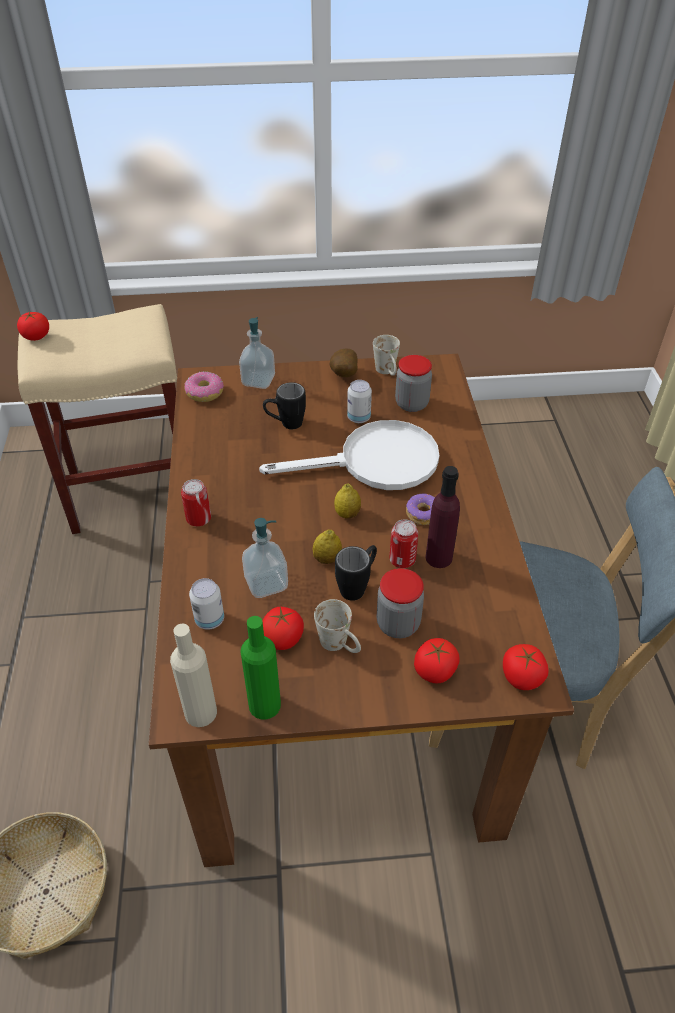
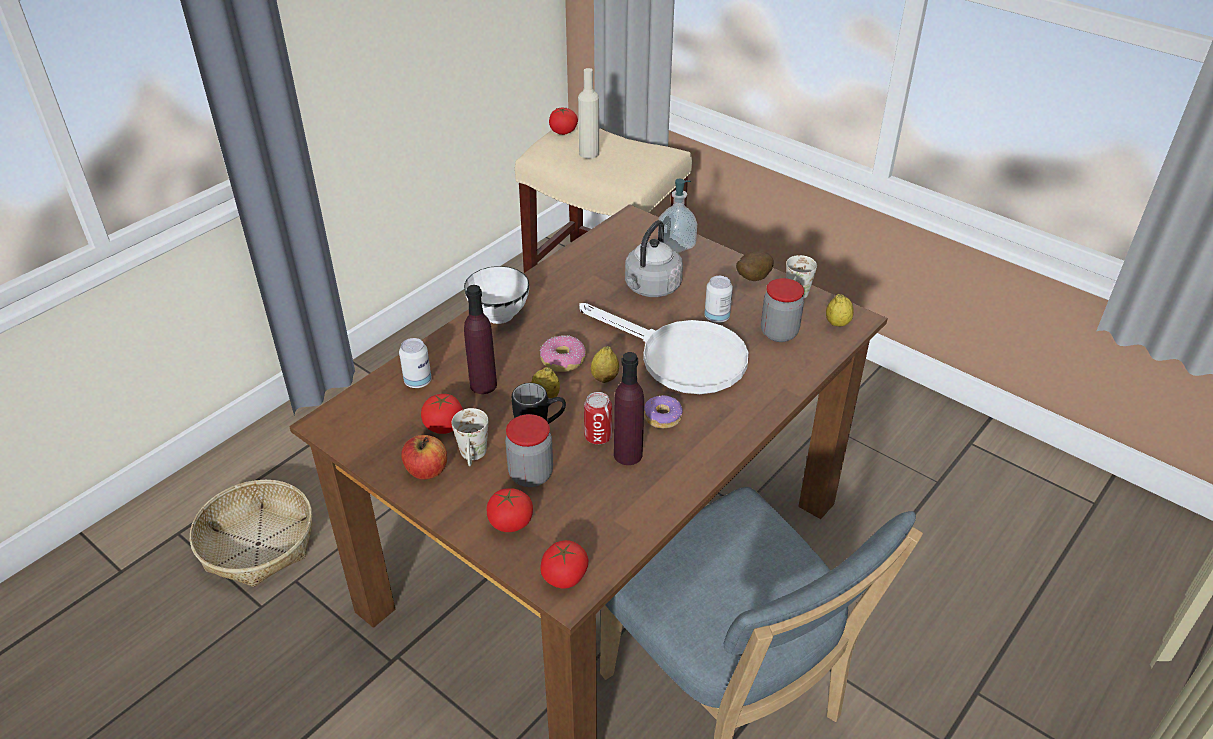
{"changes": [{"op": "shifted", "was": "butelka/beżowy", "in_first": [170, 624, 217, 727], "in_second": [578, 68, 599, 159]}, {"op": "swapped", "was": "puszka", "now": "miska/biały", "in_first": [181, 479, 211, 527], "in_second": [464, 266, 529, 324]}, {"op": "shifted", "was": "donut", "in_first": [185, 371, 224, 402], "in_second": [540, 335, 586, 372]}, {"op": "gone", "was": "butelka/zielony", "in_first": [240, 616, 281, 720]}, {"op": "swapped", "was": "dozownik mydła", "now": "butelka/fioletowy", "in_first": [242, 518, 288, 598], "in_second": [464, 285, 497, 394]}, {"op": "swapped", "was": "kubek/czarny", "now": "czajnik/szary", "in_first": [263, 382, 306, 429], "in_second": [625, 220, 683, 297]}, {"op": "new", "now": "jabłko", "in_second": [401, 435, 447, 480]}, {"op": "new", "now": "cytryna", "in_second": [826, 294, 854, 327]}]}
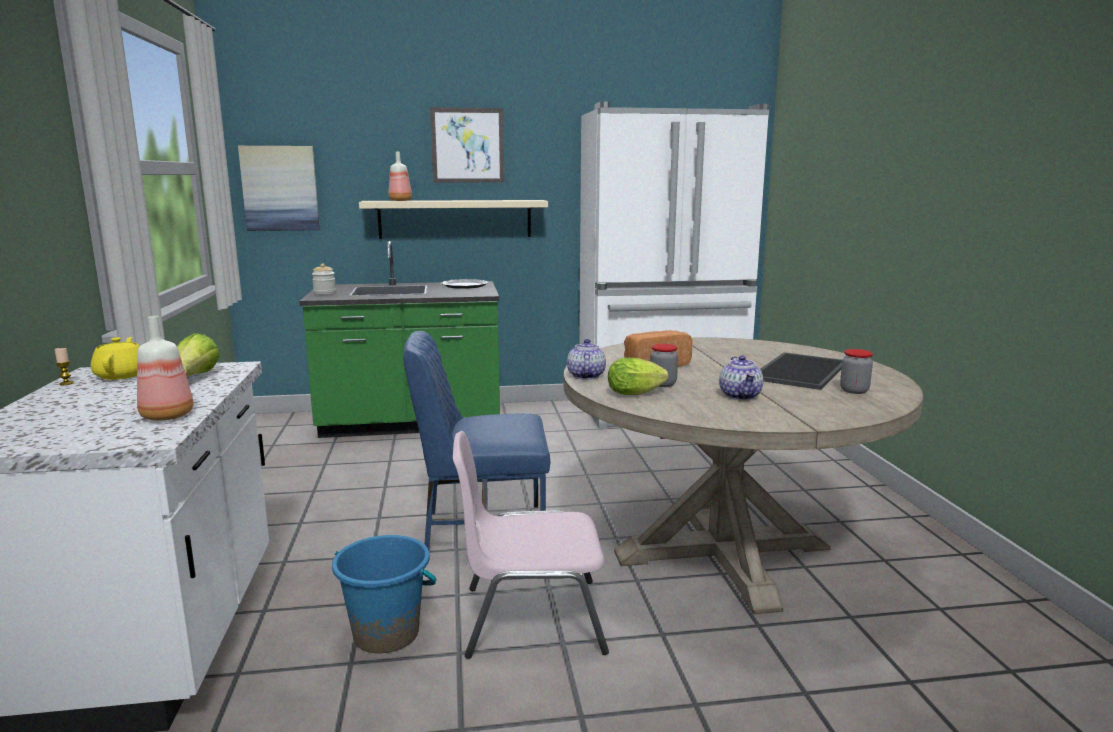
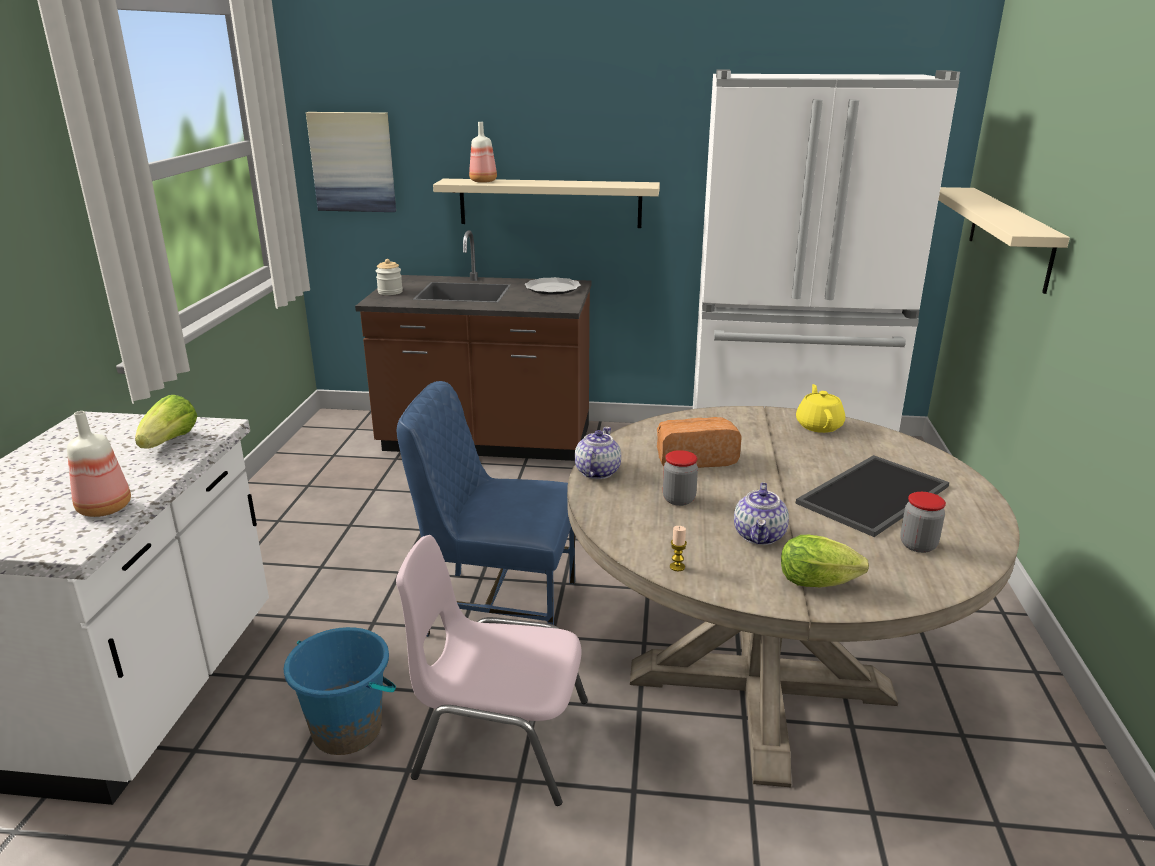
{"changes": [{"op": "shifted", "was": "świeca", "in_first": [54, 348, 74, 385], "in_second": [670, 526, 687, 571]}, {"op": "shifted", "was": "imbryk/żółty", "in_first": [91, 337, 140, 380], "in_second": [796, 384, 845, 433]}, {"op": "repainted", "was": "zabudowa kuchenna/zielony", "now": "zabudowa kuchenna/brązowy", "in_first": [299, 241, 500, 438], "in_second": [355, 230, 592, 461]}, {"op": "gone", "was": "obraz", "in_first": [430, 107, 504, 183]}, {"op": "shifted", "was": "sałata", "in_first": [608, 358, 669, 395], "in_second": [781, 535, 869, 587]}, {"op": "new", "now": "półka/beżowy", "in_second": [938, 187, 1070, 294]}]}
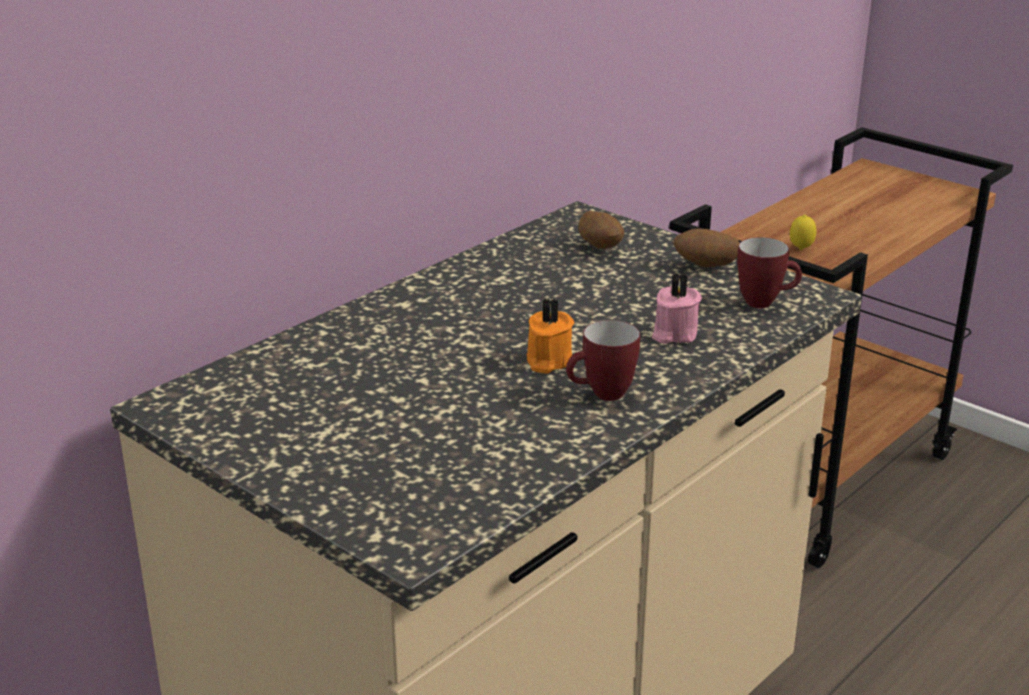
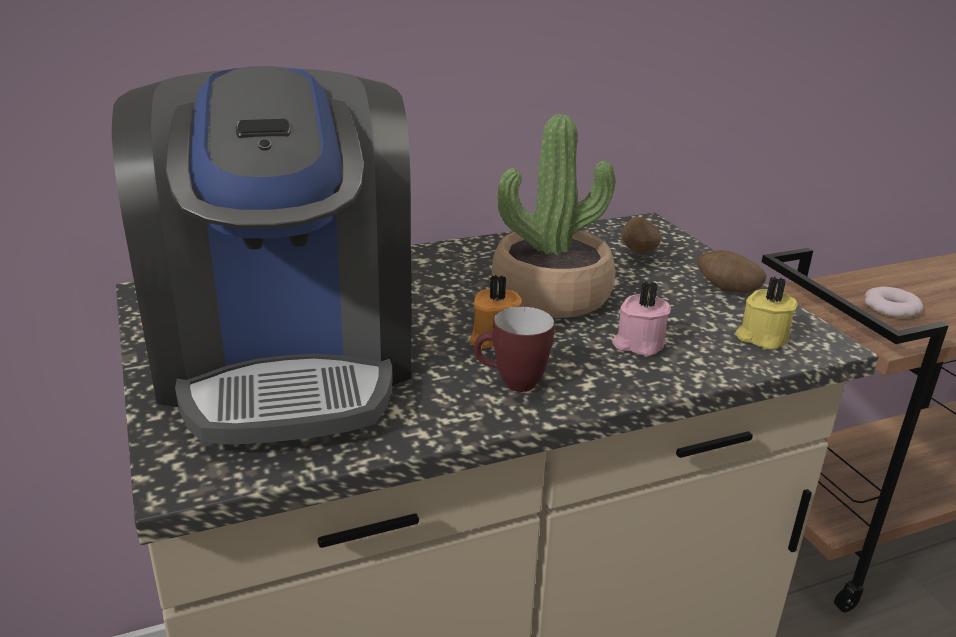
{"changes": [{"op": "swapped", "was": "kubek", "now": "świeca/żółty", "in_first": [737, 237, 802, 308], "in_second": [736, 276, 798, 350]}, {"op": "swapped", "was": "cytryna", "now": "donut", "in_first": [790, 215, 816, 250], "in_second": [865, 287, 923, 318]}, {"op": "new", "now": "ekspres do kawy", "in_second": [112, 66, 412, 445]}, {"op": "new", "now": "roślina doniczkowa", "in_second": [492, 114, 615, 318]}]}
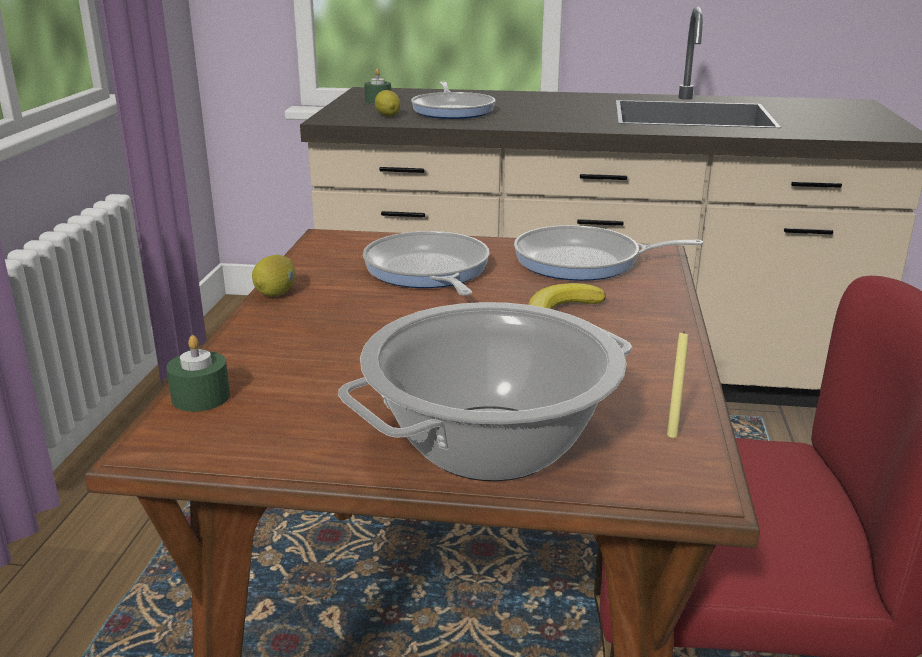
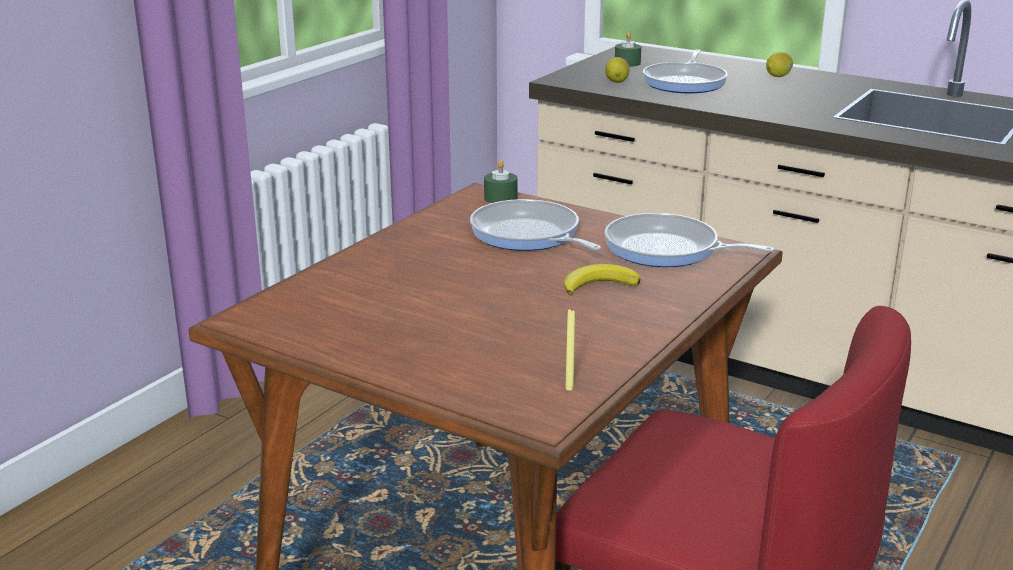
{"changes": [{"op": "shifted", "was": "świeca/zielony", "in_first": [166, 335, 230, 412], "in_second": [484, 160, 518, 203]}, {"op": "shifted", "was": "cytryna", "in_first": [252, 255, 296, 297], "in_second": [766, 52, 793, 77]}, {"op": "gone", "was": "garnek", "in_first": [338, 302, 632, 481]}, {"op": "rotated", "was": "patelnia", "in_first": [363, 231, 490, 296], "in_second": [470, 199, 601, 251], "clockwise": -45}]}
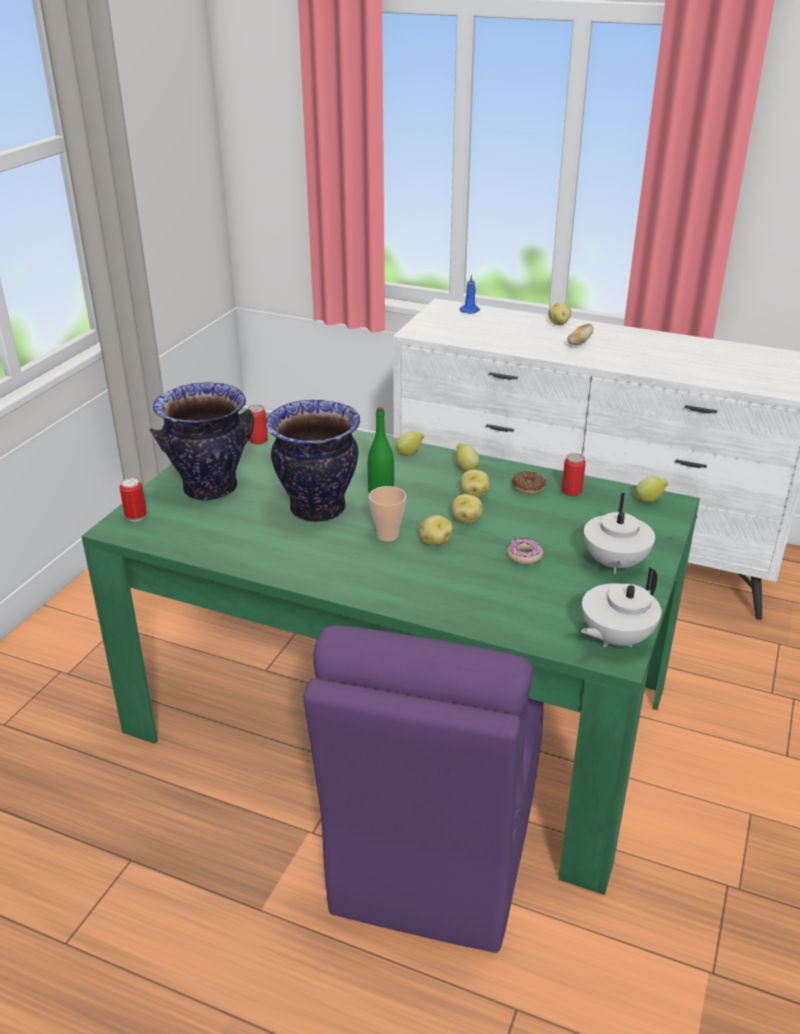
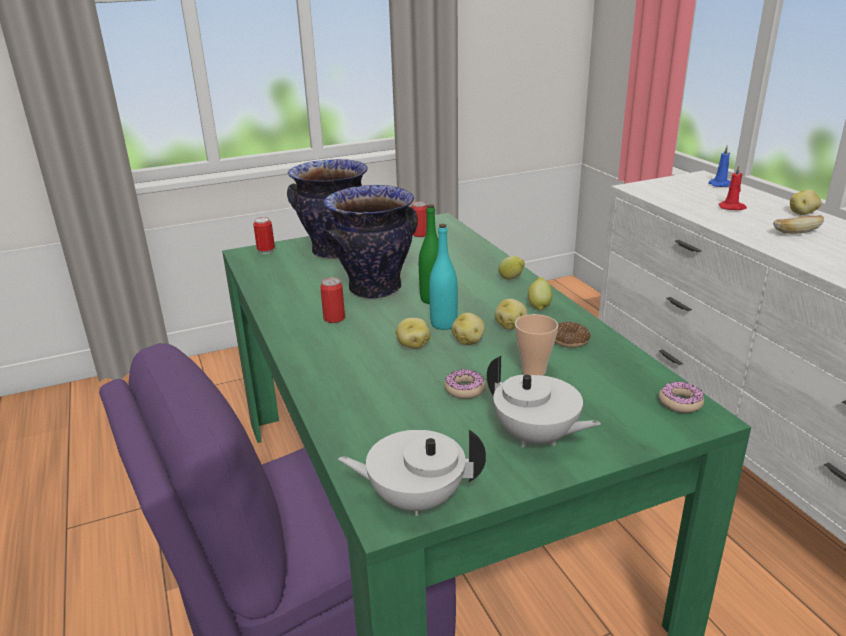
{"changes": [{"op": "shifted", "was": "filiżanka", "in_first": [369, 486, 406, 542], "in_second": [515, 314, 558, 376]}, {"op": "shifted", "was": "puszka", "in_first": [562, 453, 586, 496], "in_second": [320, 277, 345, 323]}, {"op": "rotated", "was": "imbryk/biały", "in_first": [584, 493, 655, 574], "in_second": [487, 356, 601, 447], "clockwise": -105}, {"op": "swapped", "was": "cytryna", "now": "donut", "in_first": [636, 477, 668, 503], "in_second": [659, 382, 704, 413]}, {"op": "new", "now": "butelka/turkusowy", "in_second": [429, 224, 458, 330]}, {"op": "new", "now": "świeca/czerwony", "in_second": [718, 165, 747, 210]}]}
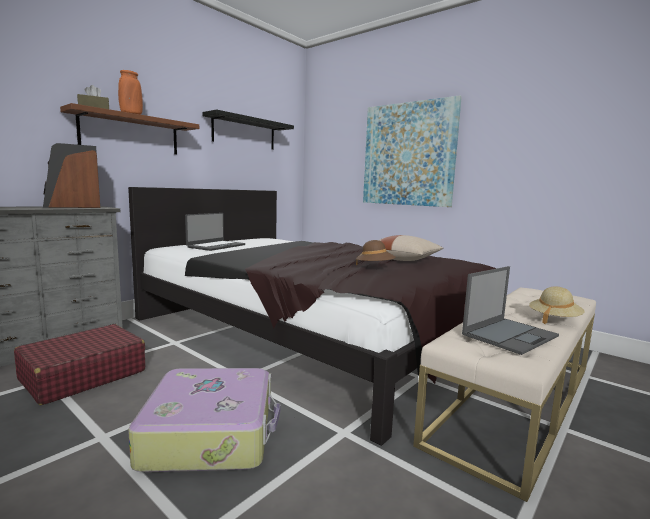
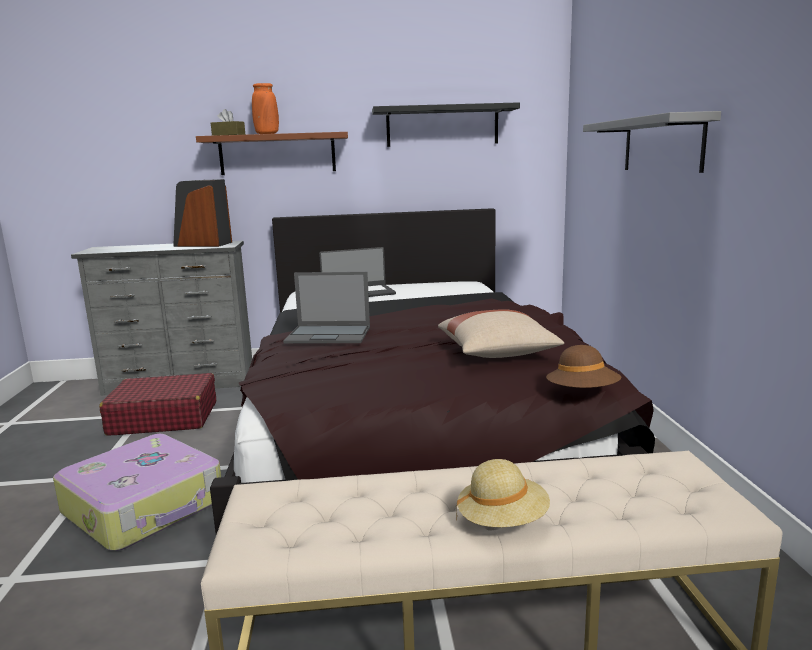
{"changes": [{"op": "shifted", "was": "kapelusz/brązowy", "in_first": [356, 240, 396, 266], "in_second": [546, 345, 621, 388]}, {"op": "swapped", "was": "obraz", "now": "półka/szary", "in_first": [363, 95, 462, 207], "in_second": [583, 111, 721, 173]}, {"op": "shifted", "was": "laptop", "in_first": [462, 266, 559, 355], "in_second": [283, 272, 370, 343]}]}
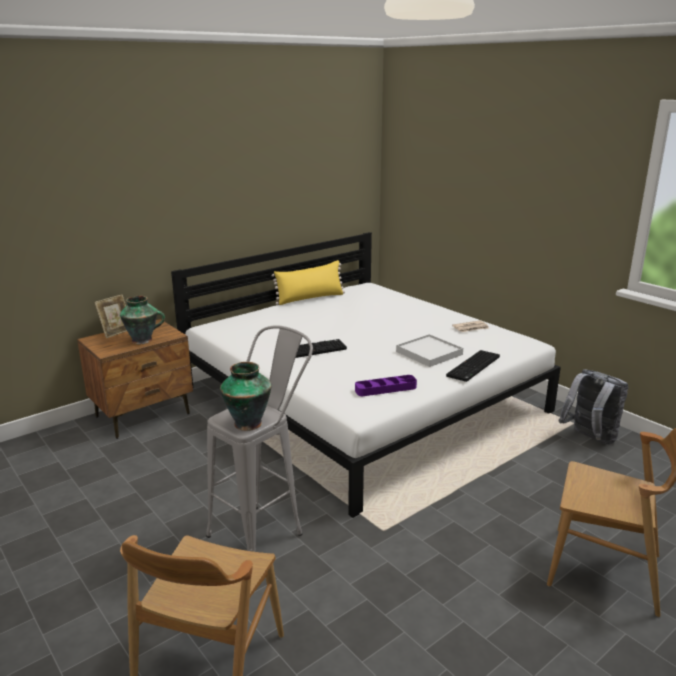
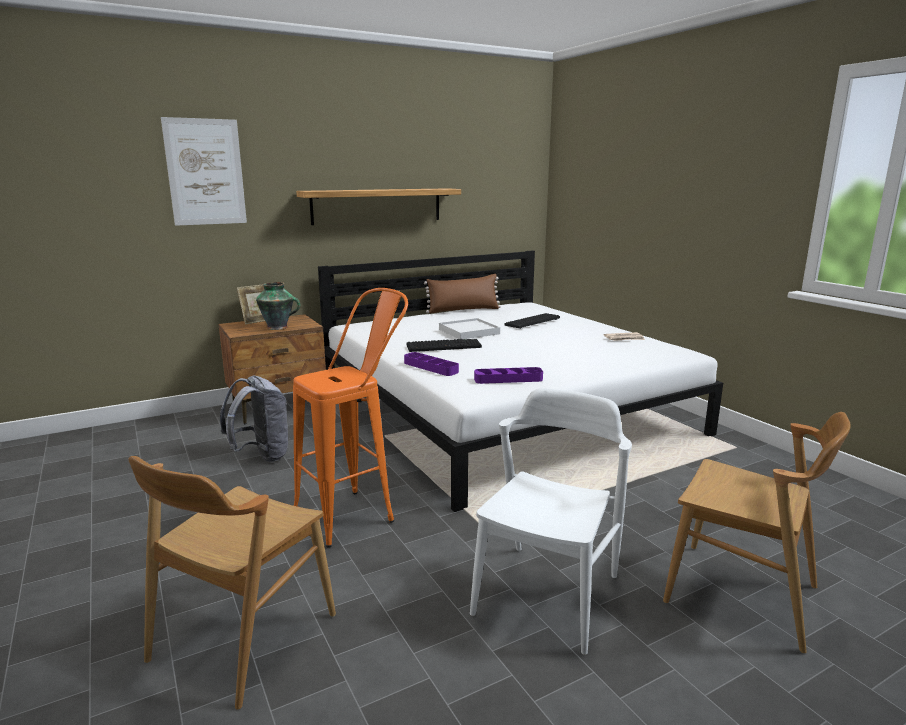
{"changes": [{"op": "repainted", "was": "stołek/szary", "now": "stołek/pomarańczowy", "in_first": [206, 325, 313, 552], "in_second": [293, 288, 408, 548]}, {"op": "gone", "was": "wazon", "in_first": [220, 362, 272, 431]}, {"op": "repainted", "was": "poduszka/żółty", "now": "poduszka/brązowy", "in_first": [272, 260, 345, 305], "in_second": [424, 274, 501, 313]}, {"op": "shifted", "was": "taca/biały", "in_first": [396, 334, 463, 367], "in_second": [439, 318, 500, 340]}, {"op": "shifted", "was": "klawiatura", "in_first": [446, 350, 500, 382], "in_second": [504, 313, 560, 329]}, {"op": "shifted", "was": "plecak/szary", "in_first": [559, 369, 629, 444], "in_second": [220, 376, 290, 462]}, {"op": "new", "now": "obraz", "in_second": [161, 117, 247, 226]}, {"op": "new", "now": "półka", "in_second": [296, 188, 461, 225]}, {"op": "new", "now": "taca/fioletowy", "in_second": [404, 352, 459, 376]}, {"op": "new", "now": "krzesło/biały", "in_second": [470, 388, 632, 655]}]}
